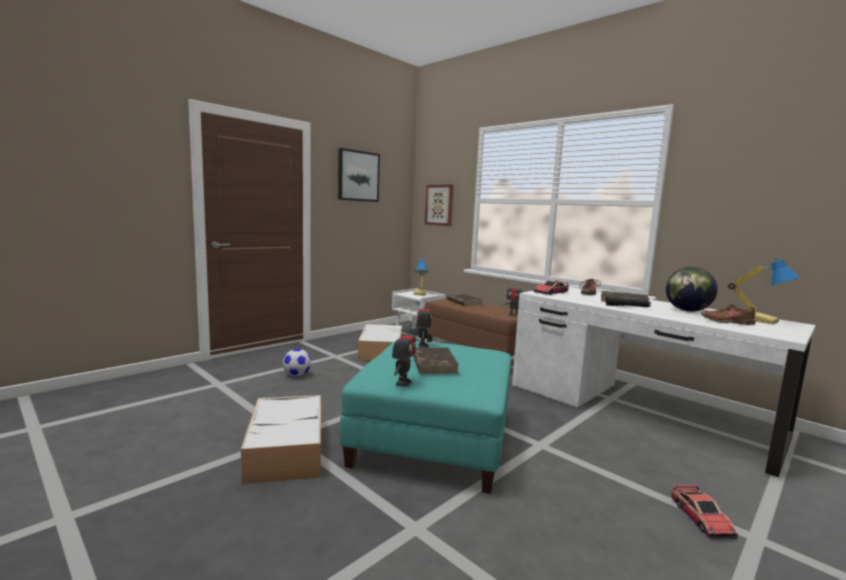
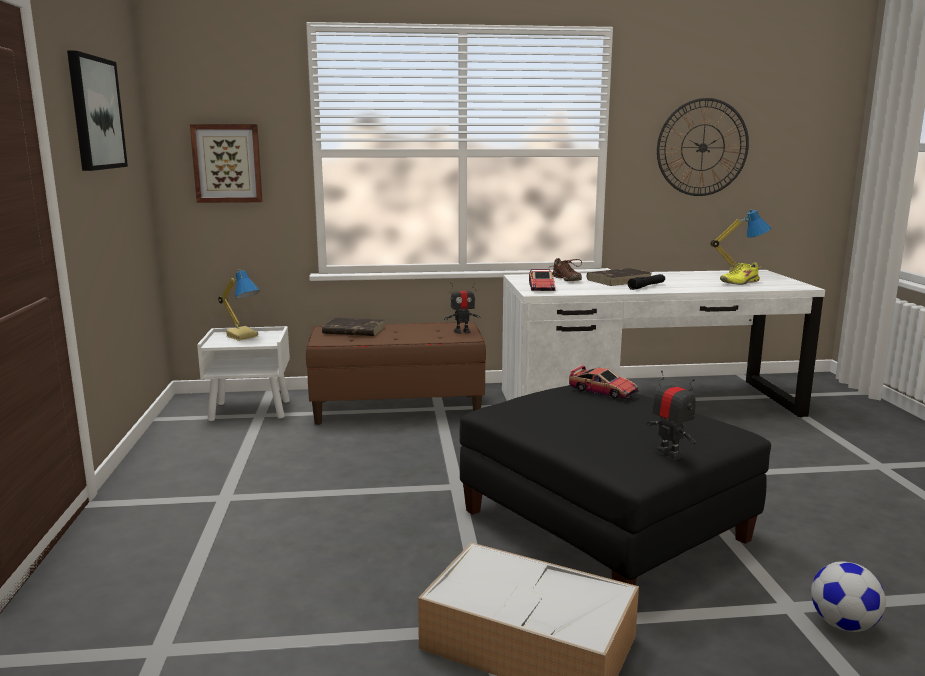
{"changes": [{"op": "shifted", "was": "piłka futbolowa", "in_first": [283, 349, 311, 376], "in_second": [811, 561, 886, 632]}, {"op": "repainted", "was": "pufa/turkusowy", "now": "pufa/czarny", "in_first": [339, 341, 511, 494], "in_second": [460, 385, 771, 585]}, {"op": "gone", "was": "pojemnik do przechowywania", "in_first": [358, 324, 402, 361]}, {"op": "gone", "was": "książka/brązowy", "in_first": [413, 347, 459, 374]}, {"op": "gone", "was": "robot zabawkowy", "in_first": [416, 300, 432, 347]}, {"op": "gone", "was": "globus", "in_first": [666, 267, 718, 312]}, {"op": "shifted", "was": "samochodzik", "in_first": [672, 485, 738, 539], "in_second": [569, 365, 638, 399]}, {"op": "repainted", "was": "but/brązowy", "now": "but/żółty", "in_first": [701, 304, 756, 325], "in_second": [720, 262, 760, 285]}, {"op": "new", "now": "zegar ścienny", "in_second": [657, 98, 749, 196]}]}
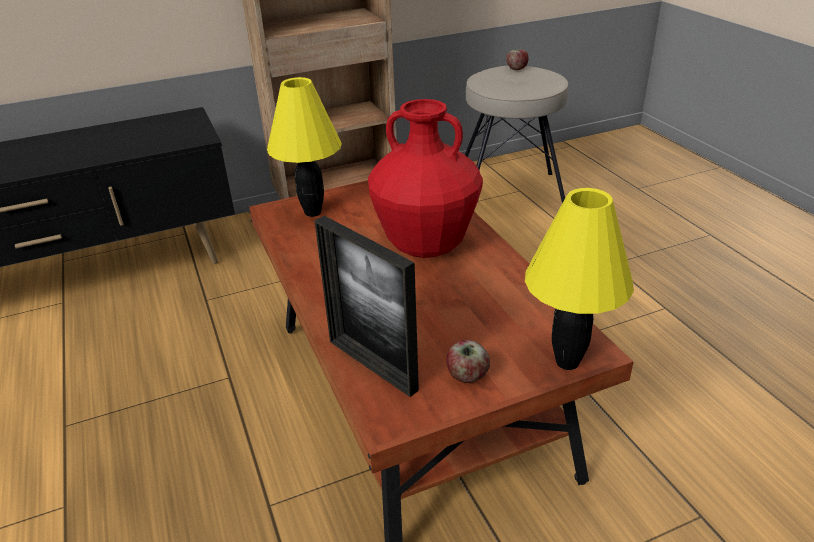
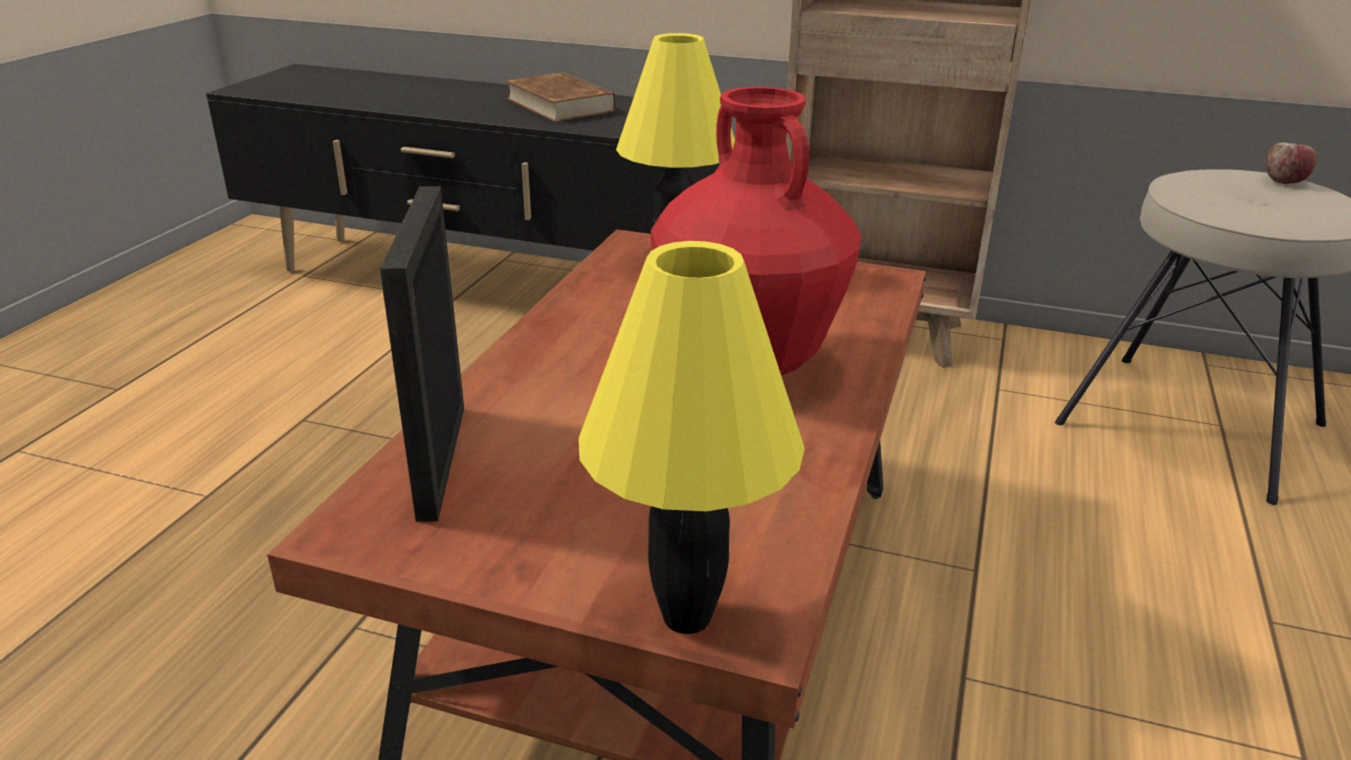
{"changes": [{"op": "gone", "was": "jabłko", "in_first": [446, 340, 490, 383]}, {"op": "new", "now": "książka/brązowy", "in_second": [505, 72, 616, 122]}]}
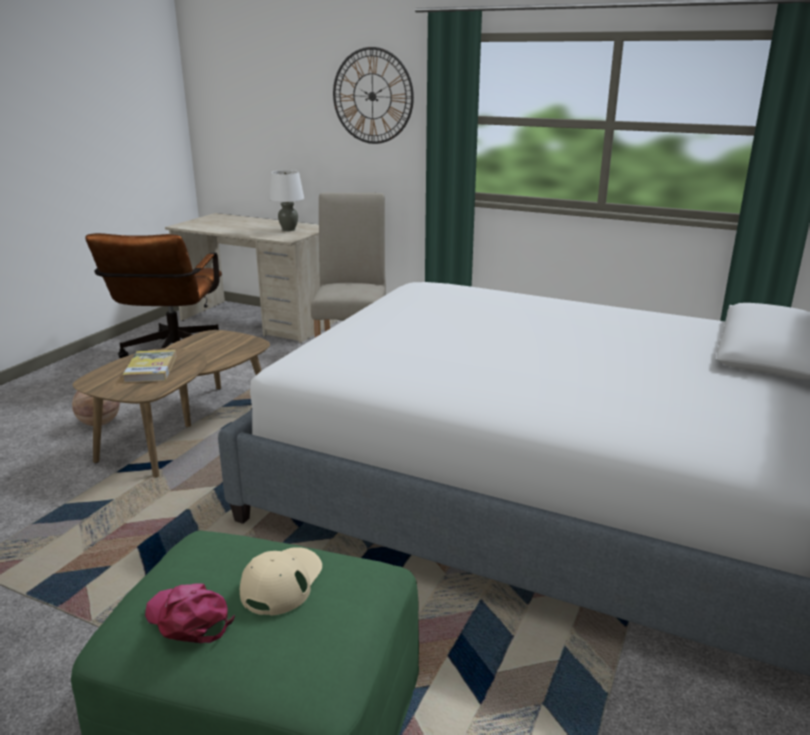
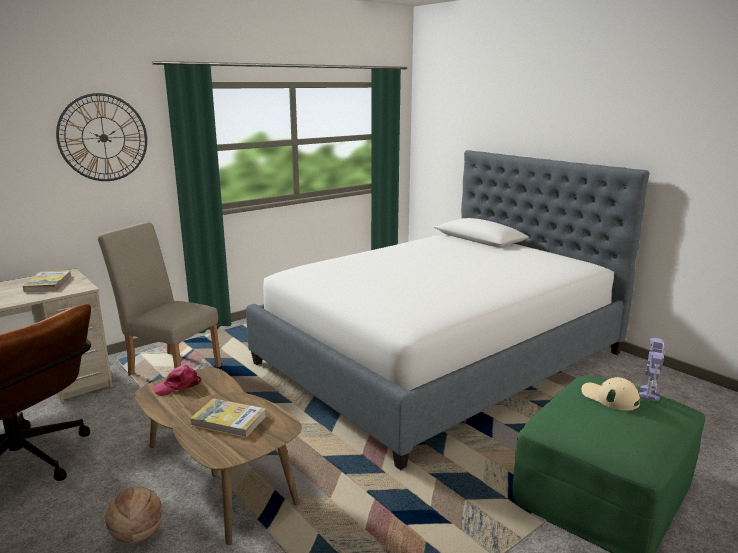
{"changes": [{"op": "shifted", "was": "czapka z daszkiem/różowy", "in_first": [145, 583, 235, 643], "in_second": [152, 365, 201, 396]}, {"op": "swapped", "was": "lampa stołowa/biały", "now": "książka", "in_first": [270, 170, 304, 231], "in_second": [23, 270, 71, 292]}, {"op": "new", "now": "robot zabawkowy", "in_second": [639, 338, 665, 401]}]}
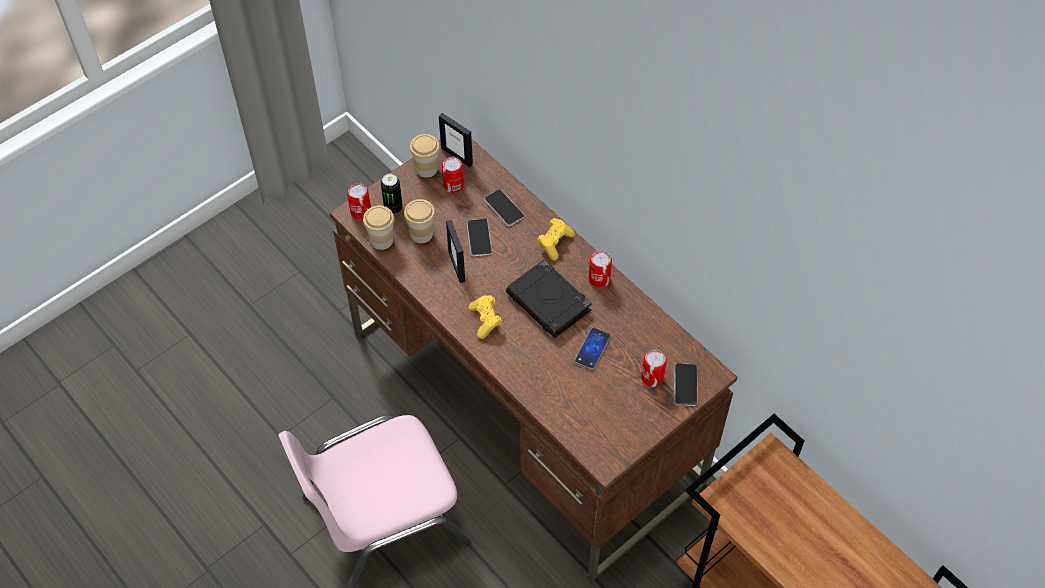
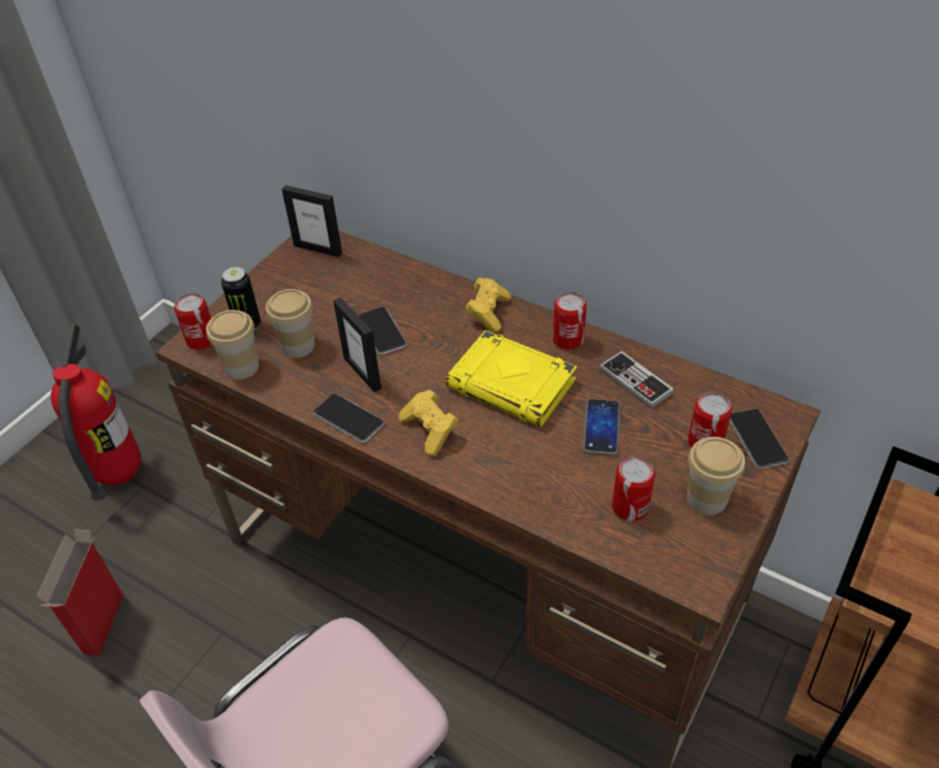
{"changes": [{"op": "shifted", "was": "filiżanka", "in_first": [410, 134, 440, 178], "in_second": [687, 437, 745, 515]}, {"op": "shifted", "was": "puszka", "in_first": [442, 157, 464, 193], "in_second": [612, 456, 655, 521]}, {"op": "shifted", "was": "telefon", "in_first": [484, 189, 525, 226], "in_second": [313, 393, 384, 443]}, {"op": "repainted", "was": "książka/czarny", "now": "książka/żółty", "in_first": [506, 260, 592, 338], "in_second": [446, 330, 577, 427]}, {"op": "new", "now": "karton", "in_second": [36, 529, 124, 656]}, {"op": "new", "now": "gaśnica", "in_second": [51, 324, 141, 501]}, {"op": "new", "now": "pad do gier", "in_second": [599, 351, 674, 409]}]}
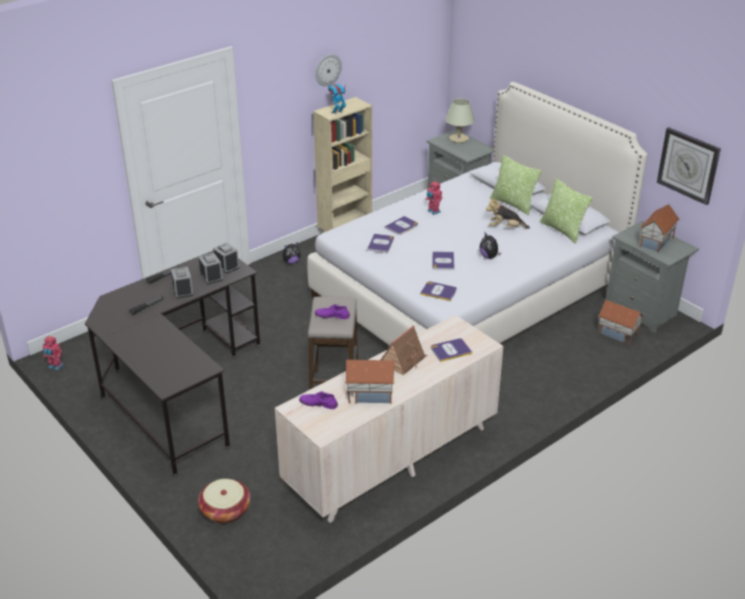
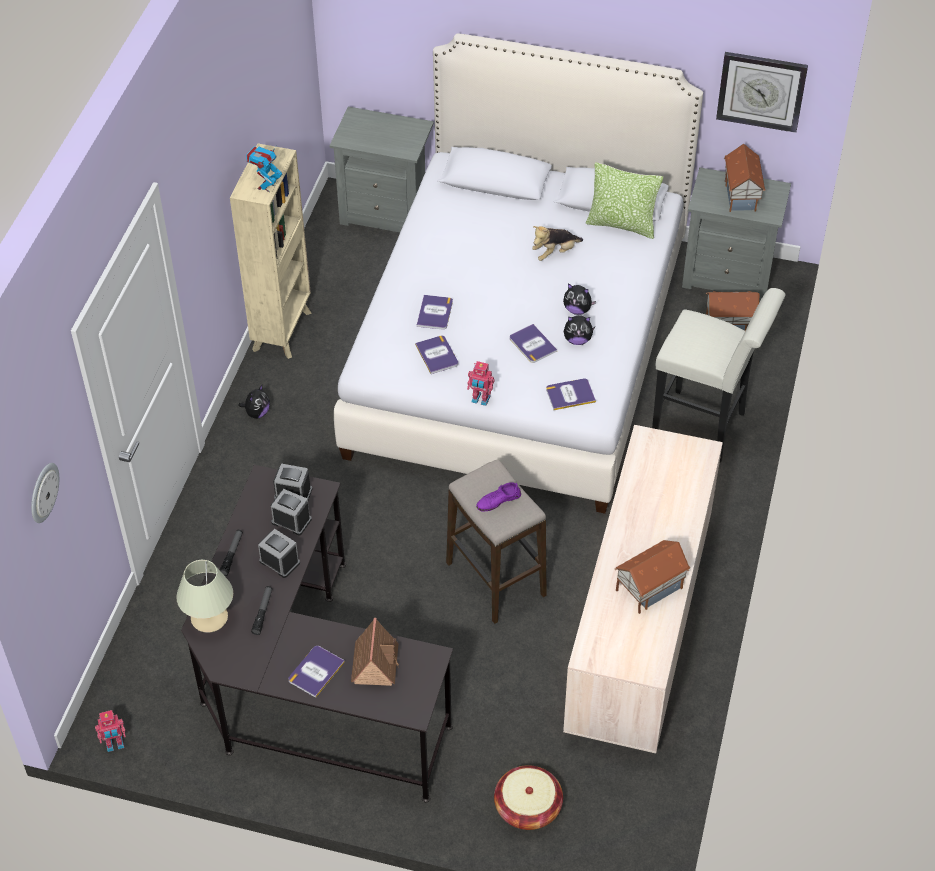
{"changes": [{"op": "gone", "was": "but/fioletowy", "in_first": [299, 391, 338, 409]}, {"op": "shifted", "was": "zegar ścienny", "in_first": [315, 54, 342, 86], "in_second": [31, 463, 59, 523]}, {"op": "shifted", "was": "domek", "in_first": [381, 325, 427, 375], "in_second": [351, 618, 399, 686]}, {"op": "shifted", "was": "robot zabawkowy", "in_first": [426, 181, 442, 215], "in_second": [467, 361, 495, 406]}, {"op": "shifted", "was": "książka", "in_first": [431, 338, 472, 362], "in_second": [288, 646, 345, 698]}, {"op": "shifted", "was": "lampa stołowa/beżowy", "in_first": [445, 98, 475, 143], "in_second": [176, 560, 233, 633]}, {"op": "gone", "was": "poduszka", "in_first": [490, 155, 542, 215]}, {"op": "new", "now": "pluszak", "in_second": [563, 315, 595, 345]}, {"op": "new", "now": "stołek/biały", "in_second": [652, 288, 786, 463]}]}
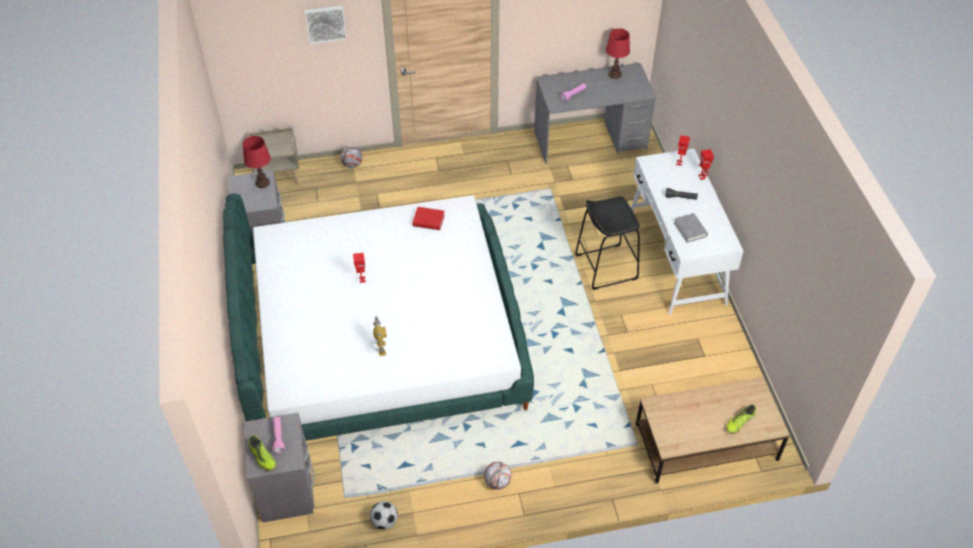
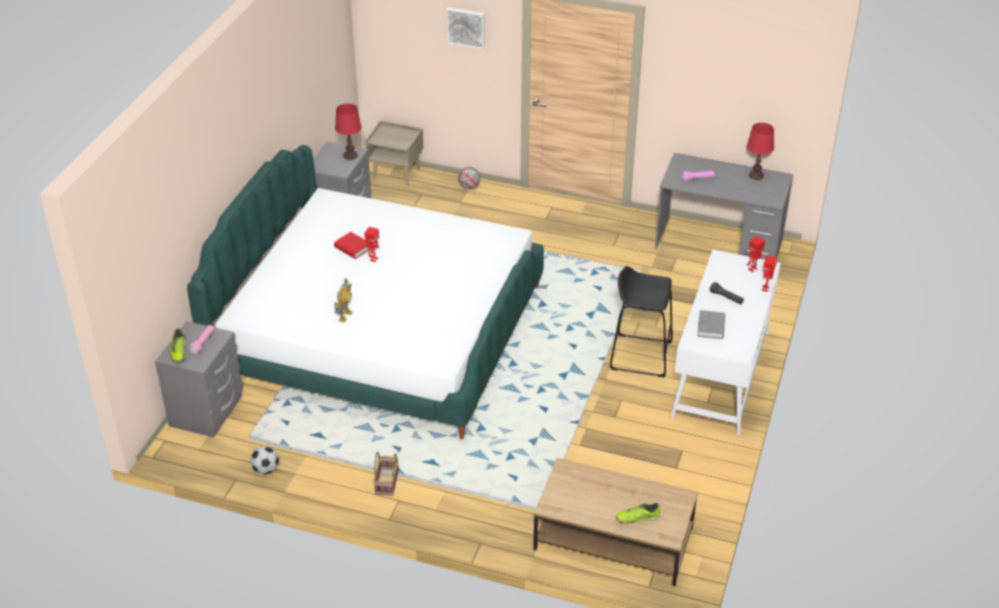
{"changes": [{"op": "shifted", "was": "książka/czerwony", "in_first": [413, 207, 445, 230], "in_second": [334, 232, 371, 259]}, {"op": "swapped", "was": "piłka futbolowa", "now": "koszyk", "in_first": [484, 462, 512, 490], "in_second": [373, 452, 399, 496]}]}
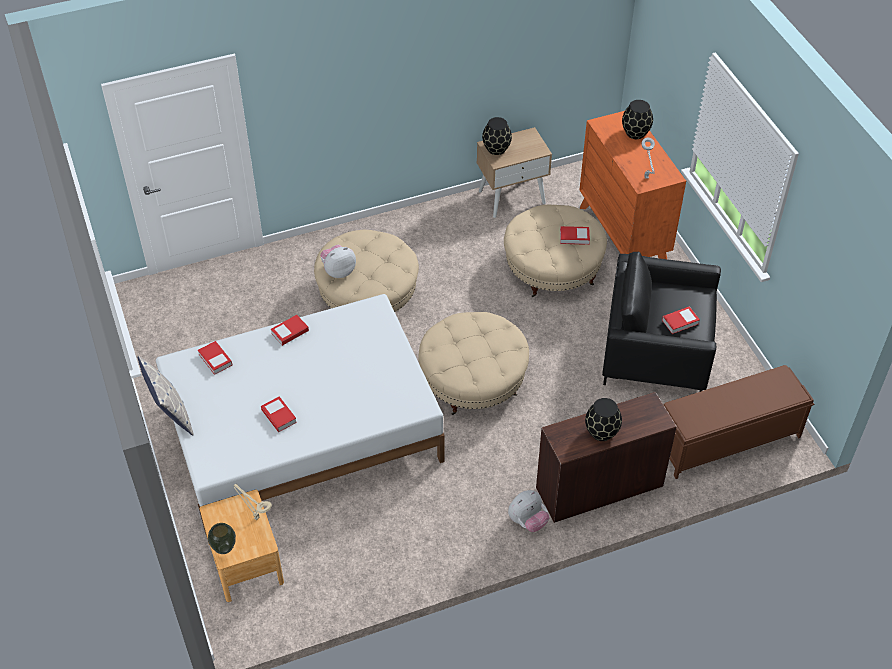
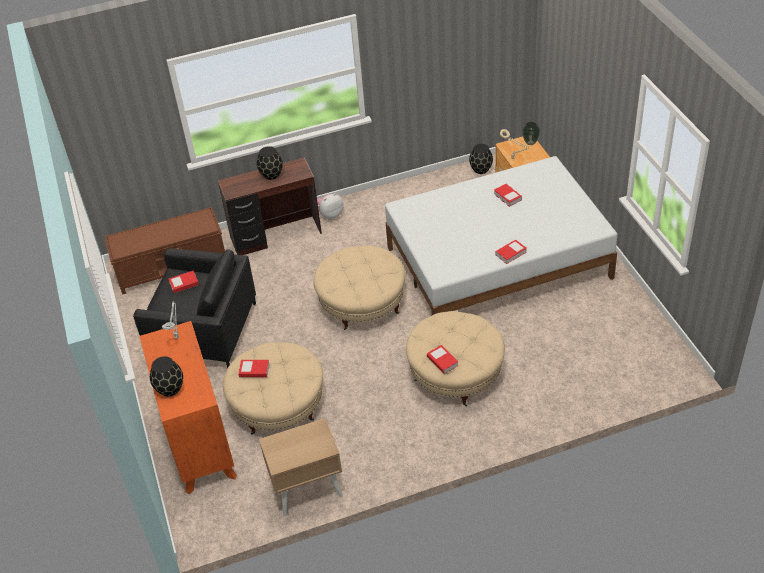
{"changes": [{"op": "gone", "was": "poduszka", "in_first": [138, 356, 194, 435]}, {"op": "shifted", "was": "książka", "in_first": [198, 341, 232, 375], "in_second": [427, 345, 458, 374]}, {"op": "gone", "was": "pluszak", "in_first": [320, 245, 356, 278]}, {"op": "shifted", "was": "wazon/czarny", "in_first": [482, 117, 512, 155], "in_second": [469, 144, 493, 174]}]}
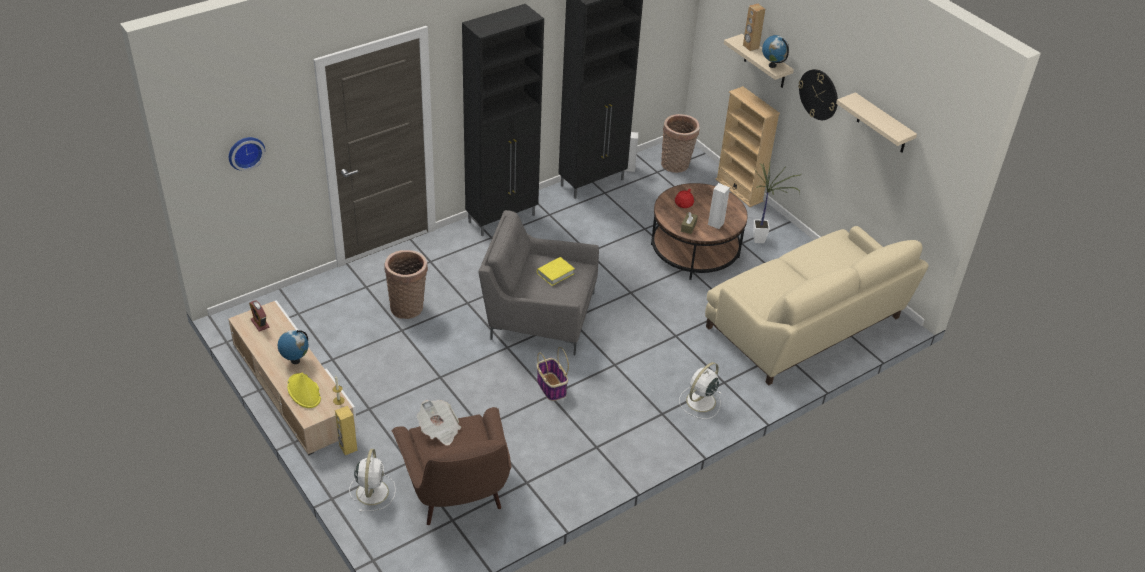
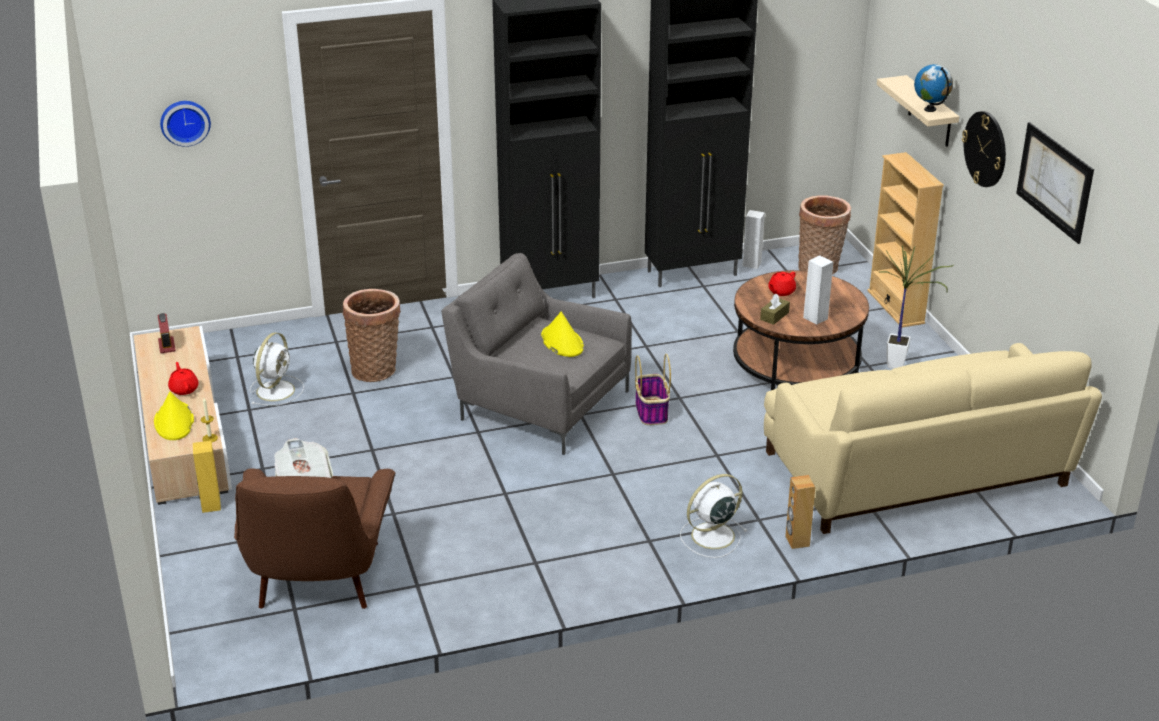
{"changes": [{"op": "swapped", "was": "globus", "now": "imbryk/czerwony", "in_first": [278, 330, 308, 364], "in_second": [168, 362, 199, 395]}, {"op": "shifted", "was": "wentylator/biały", "in_first": [349, 449, 396, 512], "in_second": [250, 332, 304, 406]}, {"op": "swapped", "was": "książka/żółty", "now": "kapelusz/żółty", "in_first": [537, 257, 575, 286], "in_second": [541, 312, 584, 357]}, {"op": "shifted", "was": "koszyk", "in_first": [537, 347, 569, 401], "in_second": [635, 354, 671, 425]}, {"op": "shifted", "was": "głośnik/brązowy", "in_first": [743, 4, 765, 51], "in_second": [785, 475, 815, 549]}, {"op": "swapped", "was": "półka/beżowy", "now": "obraz", "in_first": [836, 92, 917, 153], "in_second": [1016, 122, 1094, 244]}]}
